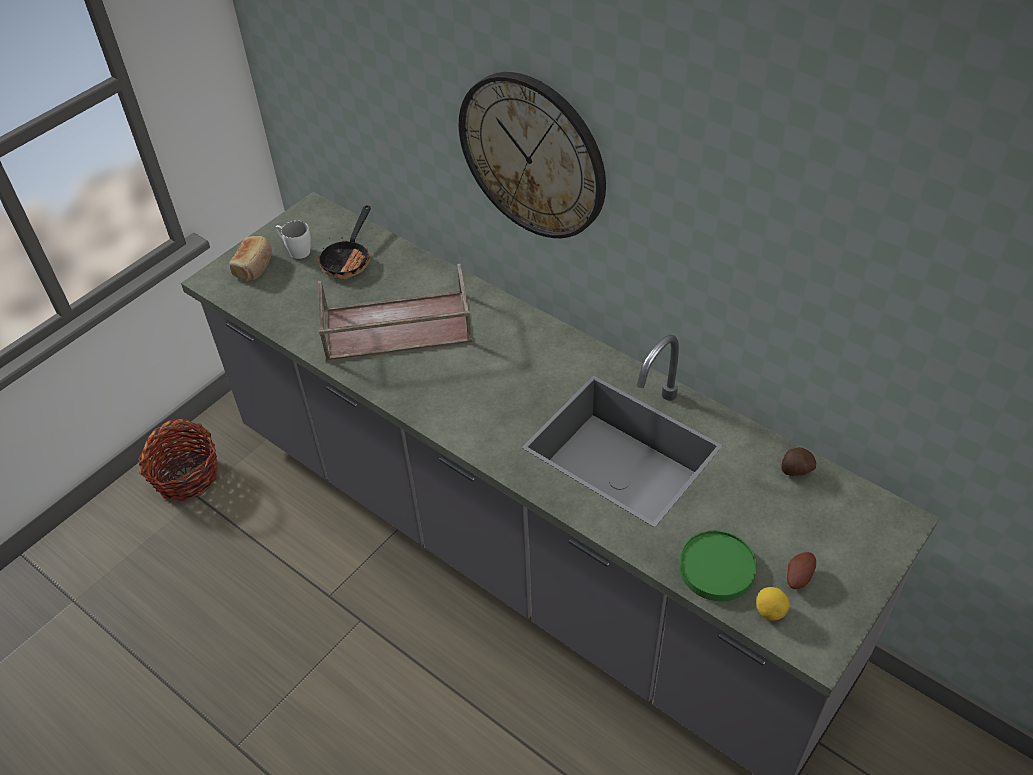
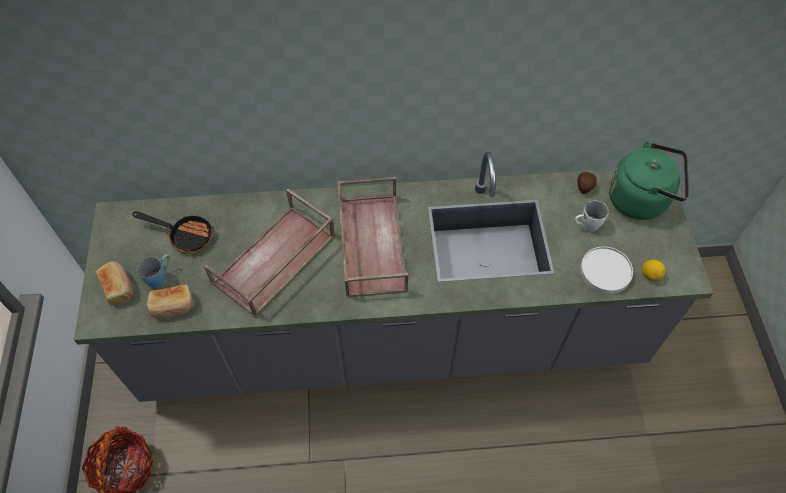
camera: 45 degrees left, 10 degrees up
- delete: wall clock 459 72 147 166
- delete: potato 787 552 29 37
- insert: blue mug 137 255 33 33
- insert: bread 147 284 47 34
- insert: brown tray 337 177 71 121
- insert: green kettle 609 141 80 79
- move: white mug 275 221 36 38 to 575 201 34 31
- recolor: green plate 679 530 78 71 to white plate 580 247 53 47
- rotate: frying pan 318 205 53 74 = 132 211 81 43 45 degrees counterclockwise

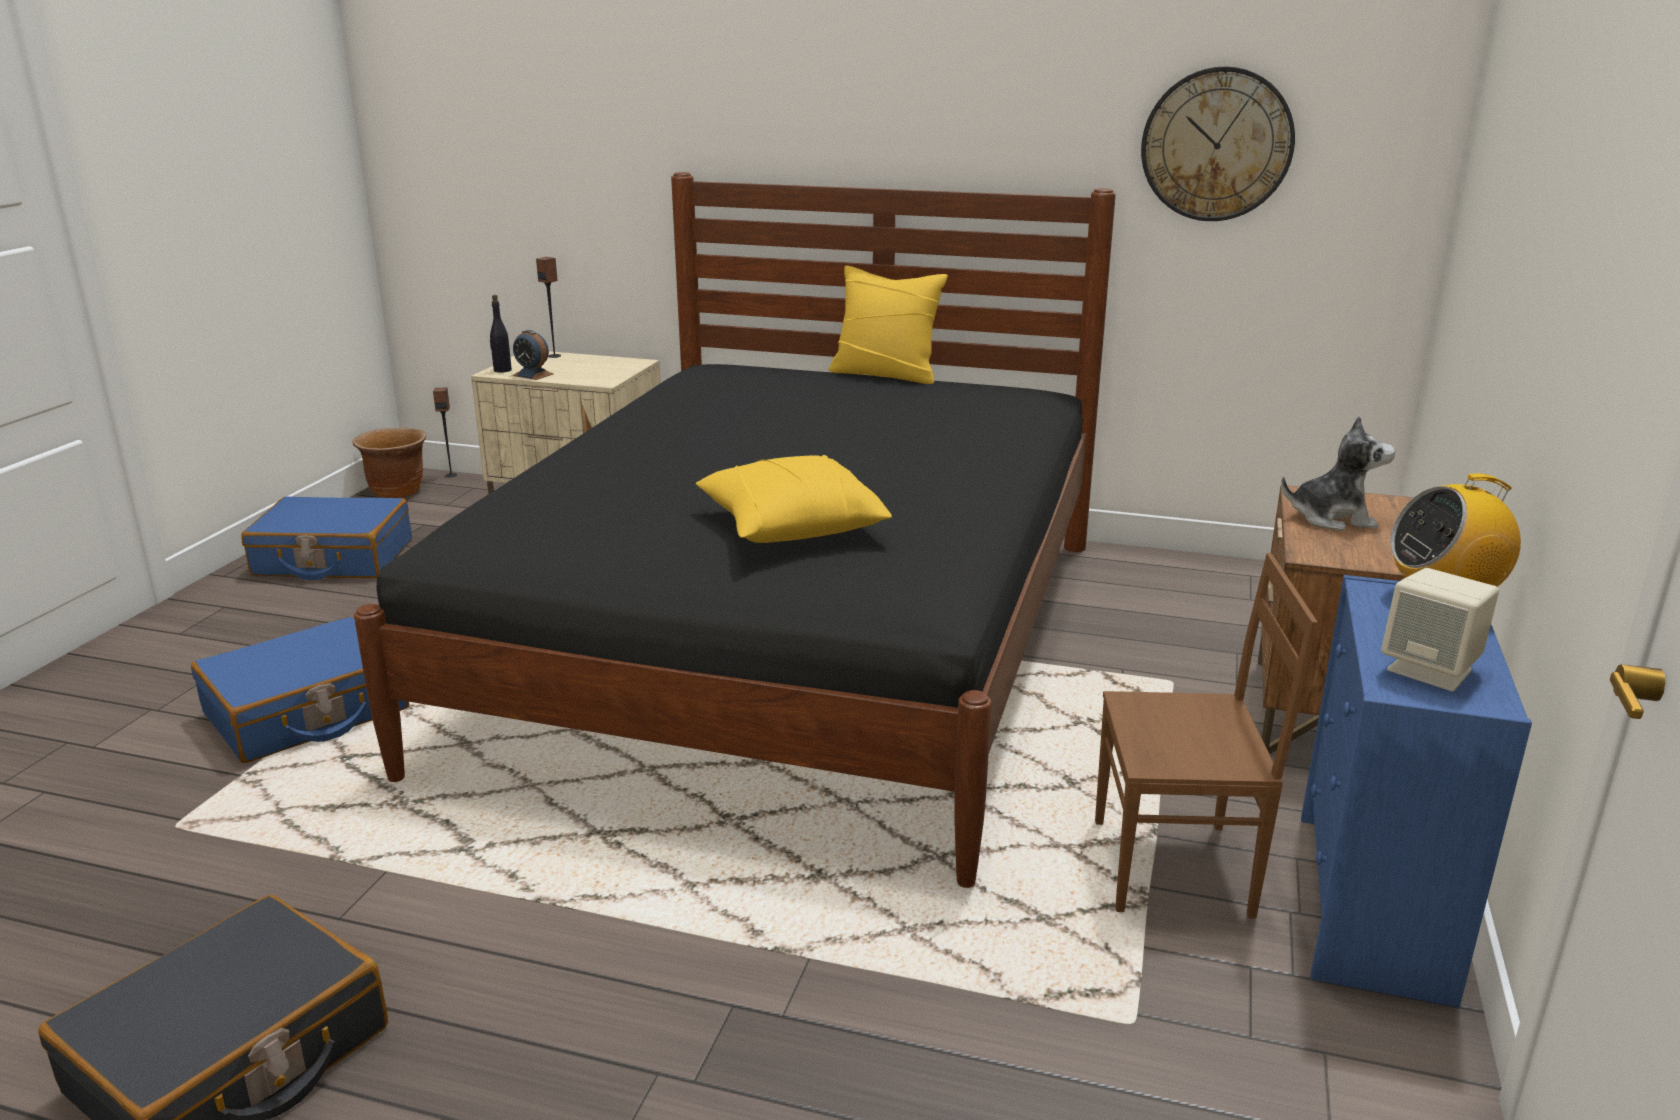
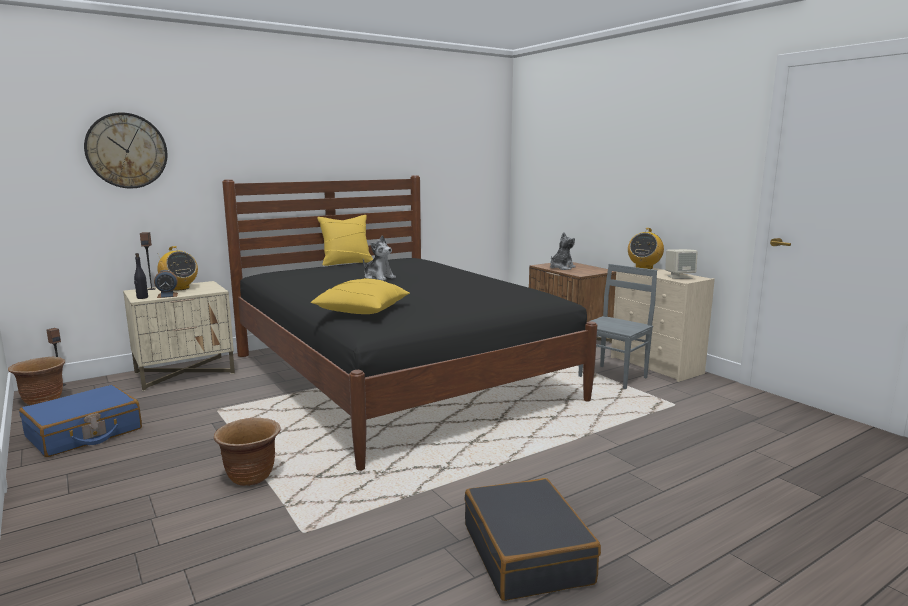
camera: 50 degrees left, 10 degrees down
- insert: radio 157 246 41 45
- insert: plush toy 363 235 33 46
- move: yellow pillow 696 455 196 88 to 310 278 100 36
- move: wall clock 1141 66 154 155 to 84 112 84 77
- replace: blue suitcase 191 617 218 146 to brown planter 214 418 67 68
- recolor: brown chair 1095 553 223 366 to grey chair 579 264 78 125
- recolor: blue dresser 1301 575 231 433 to beige dresser 611 266 104 116

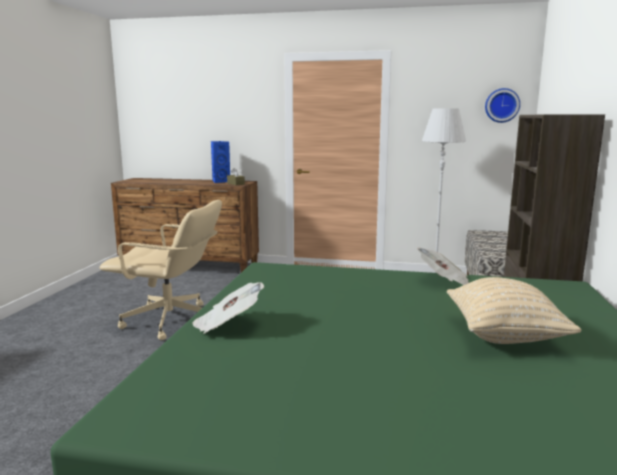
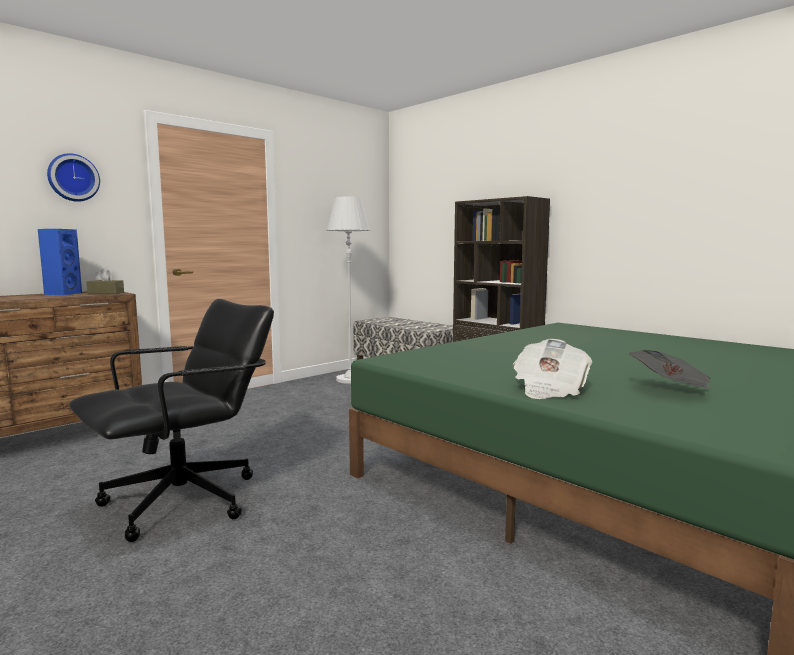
camera: 55 degrees left, 5 degrees down
- delete: beige pillow 447 277 134 67
- move: newspaper 417 247 52 38 to 629 350 83 38
- move: wall clock 485 88 35 35 to 47 153 53 49
- recolor: beige office chair 99 200 123 140 to black office chair 69 299 205 243

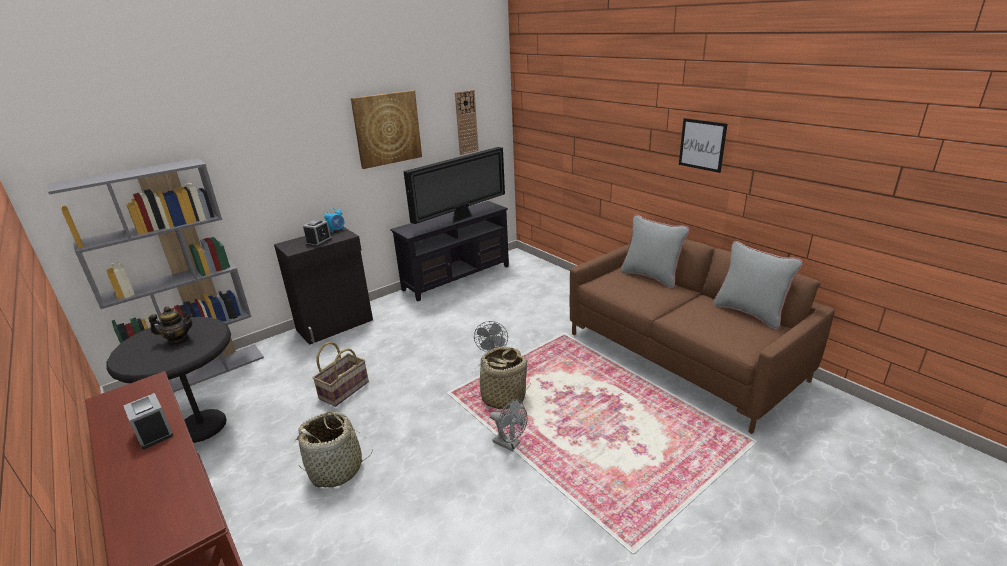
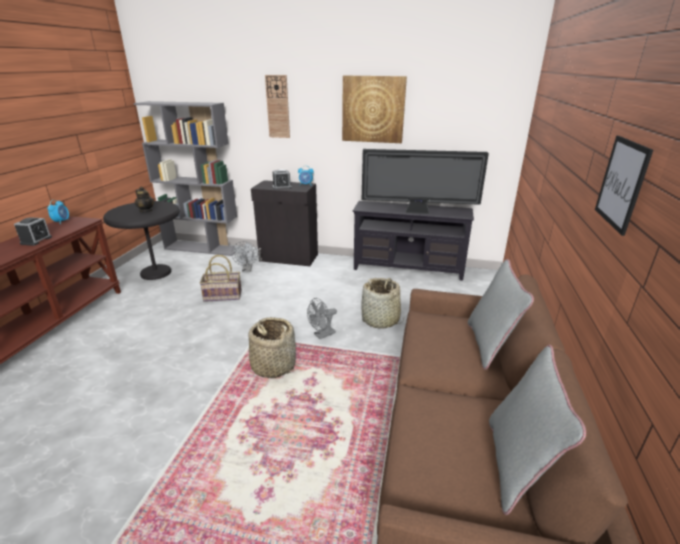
camera: 50 degrees right, 0 degrees up
- insert: alarm clock 47 200 22 24
- move: basket 295 412 77 75 to 362 278 42 51
- move: wall clock 455 90 24 65 to 265 75 25 63
- move: grey fan 489 399 38 52 to 231 241 27 31

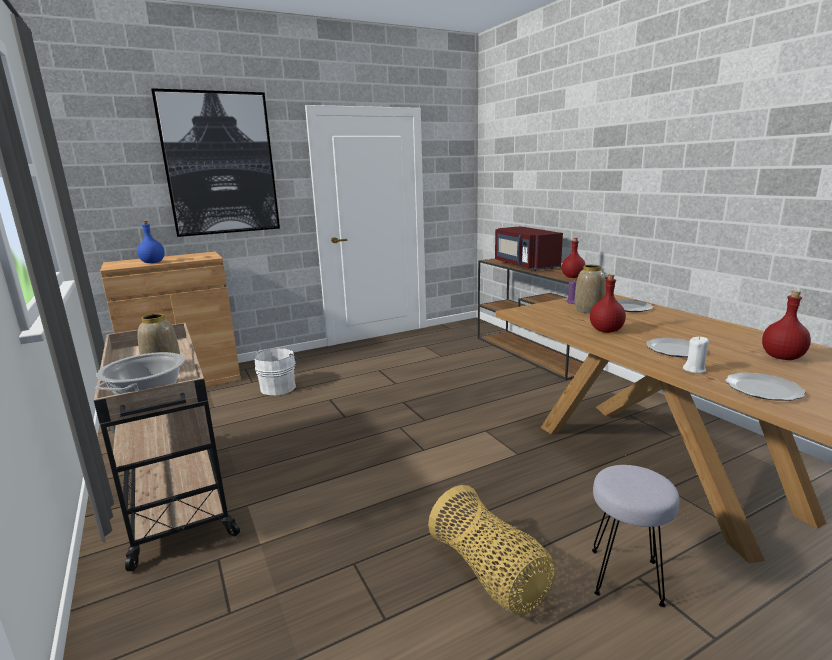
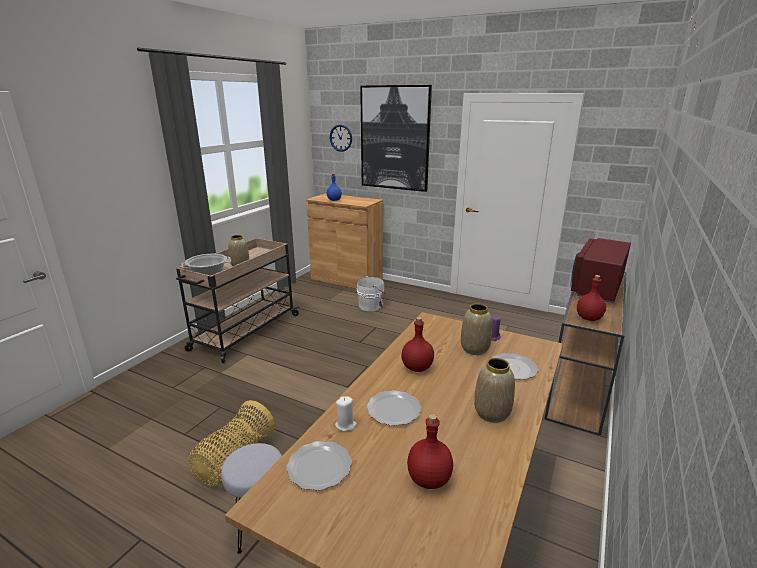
camera: 55 degrees right, 5 degrees up
- insert: wall clock 330 124 22 28
- insert: vase 474 358 41 65

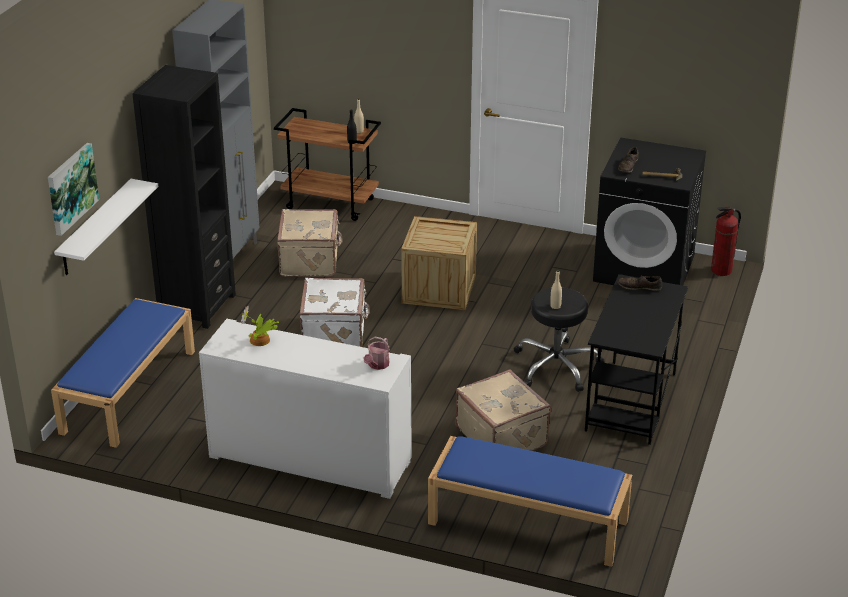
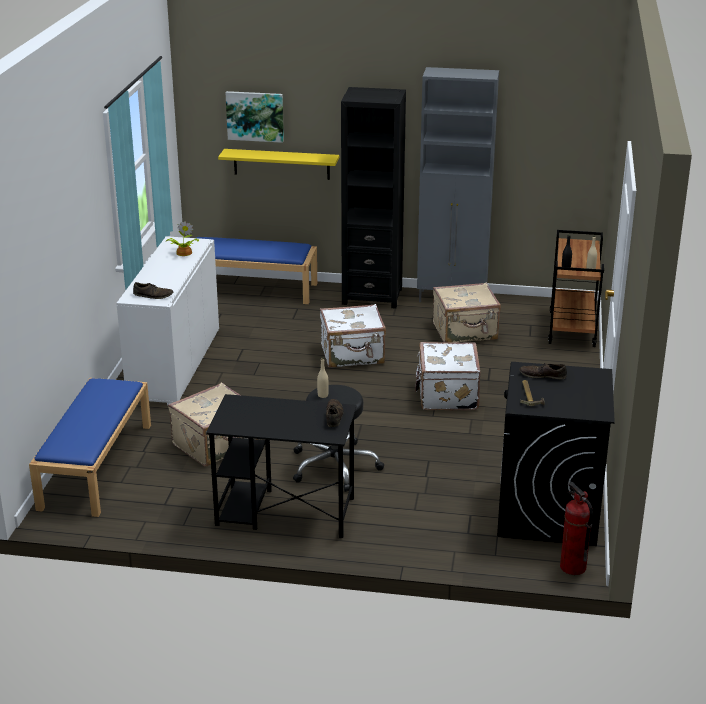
camera: 80 degrees right, 5 degrees down
- replace: watering can 364 337 26 33 to brown shoe 133 282 40 17
- replace: crate 401 216 76 94 to white suitcase 415 342 66 68
- recolor: white shelf 54 179 104 96 to yellow shelf 218 149 121 31

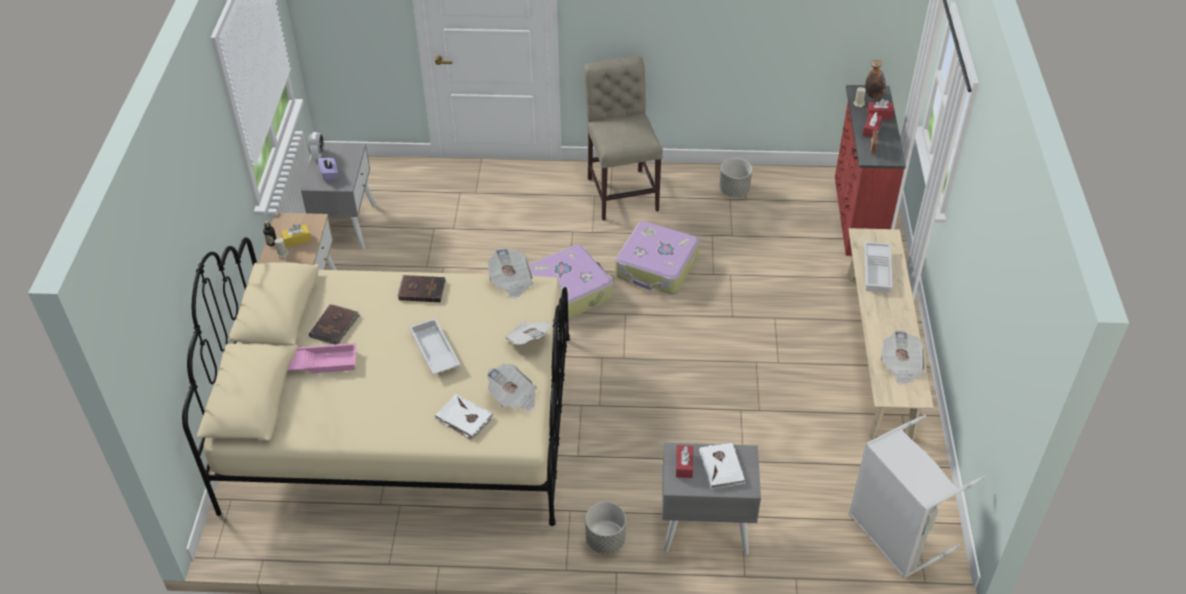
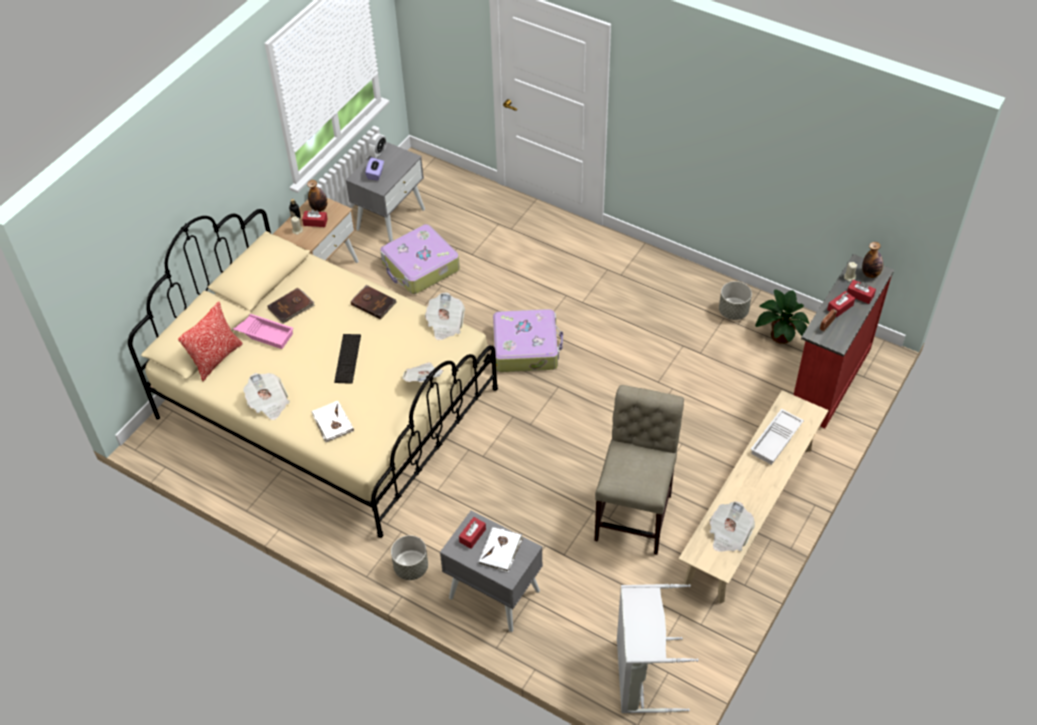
camera: 30 degrees right, 5 degrees up
- insert: pillow 178 302 65 79
- insert: bottle 307 180 20 32
- insert: potted plant 755 290 54 54
- move: newspaper 487 364 50 47 to 243 373 47 47
- move: beige chair 584 56 79 164 to 594 385 90 170
- move: suitcase 615 221 84 74 to 380 224 80 70
- replace: white tray 409 318 52 56 to keyboard 334 334 27 50
- recolor: yellow tissue box 281 224 30 24 to red tissue box 302 209 25 18

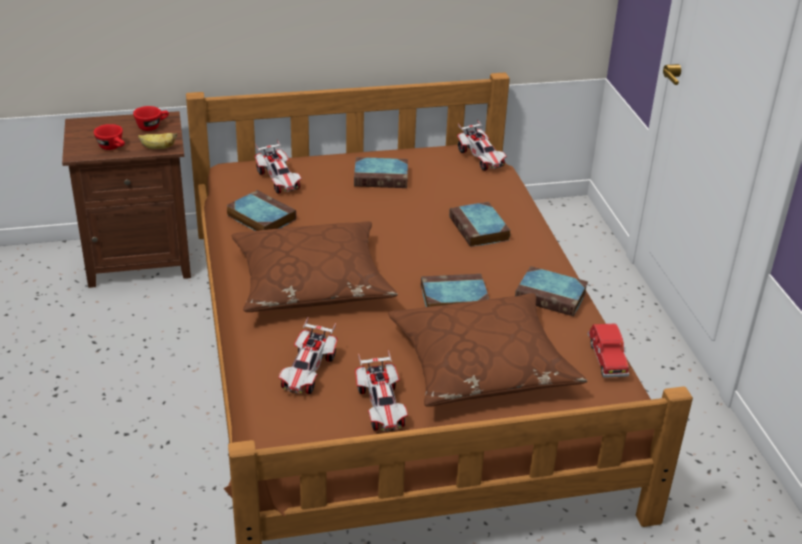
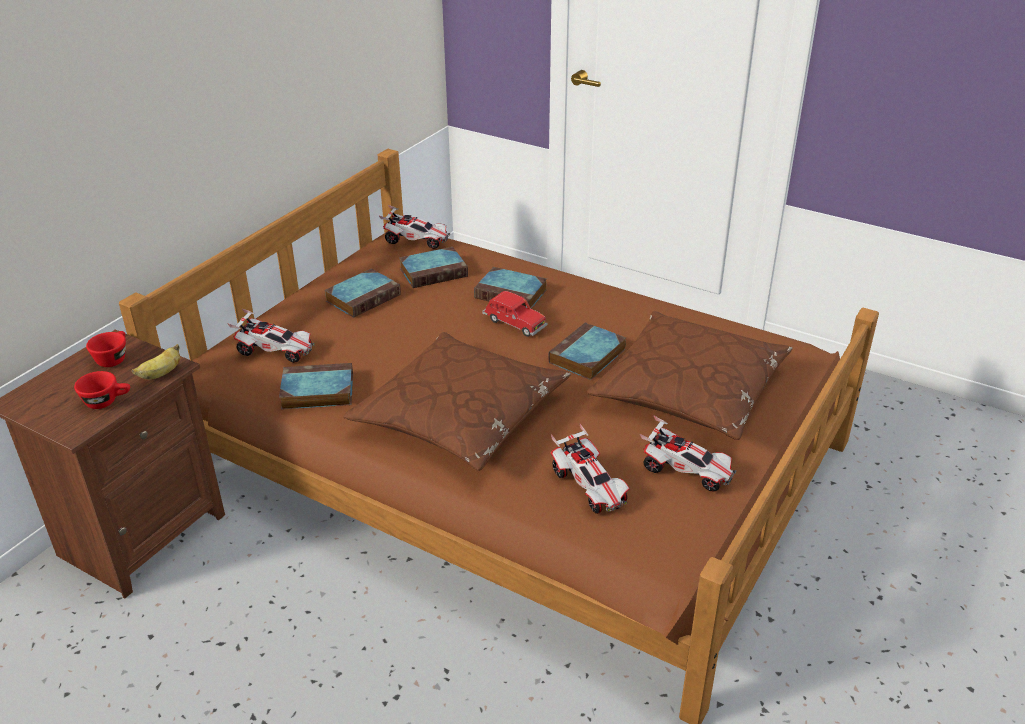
camera: 45 degrees left, 0 degrees up
- move: book 515 266 73 50 to 399 247 69 41
- move: red toy car 588 324 41 54 to 482 291 65 46

